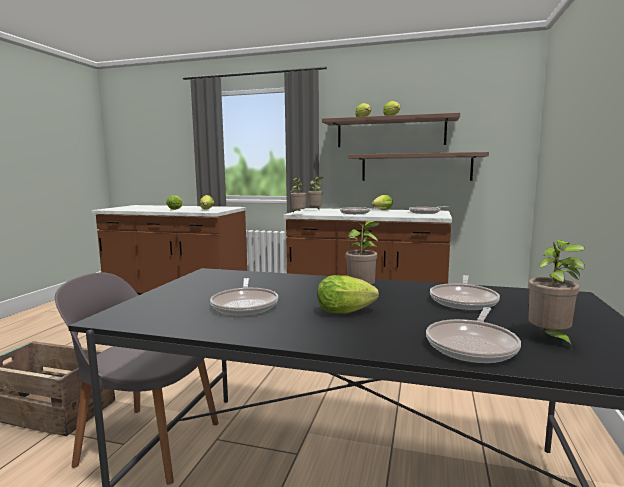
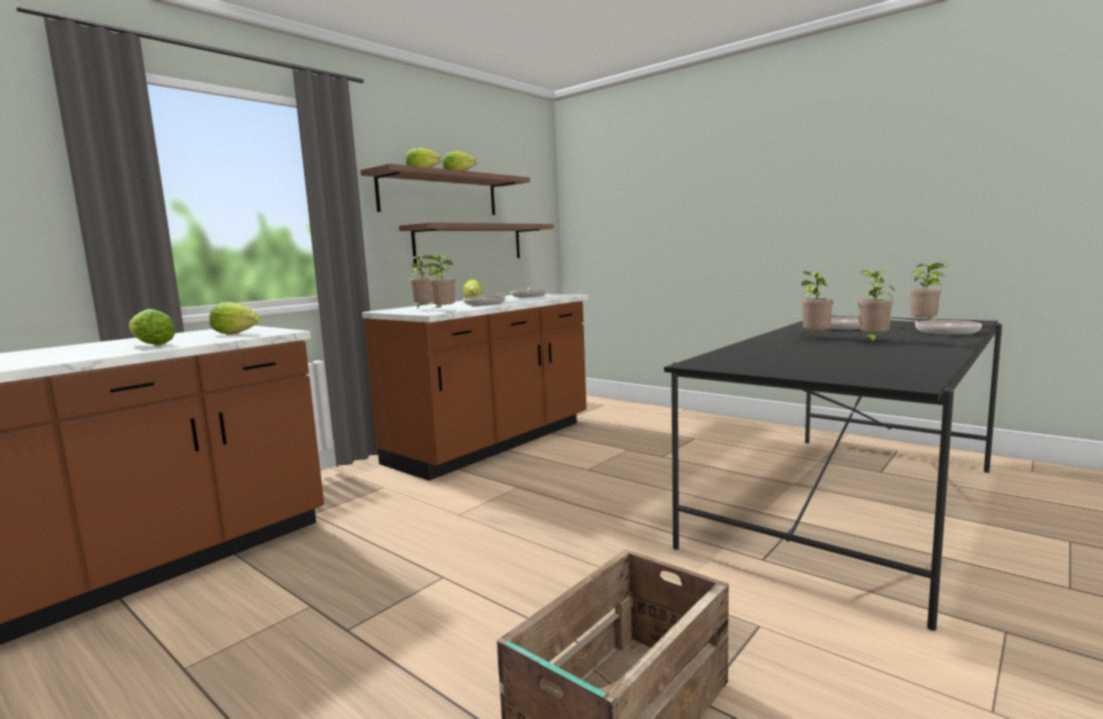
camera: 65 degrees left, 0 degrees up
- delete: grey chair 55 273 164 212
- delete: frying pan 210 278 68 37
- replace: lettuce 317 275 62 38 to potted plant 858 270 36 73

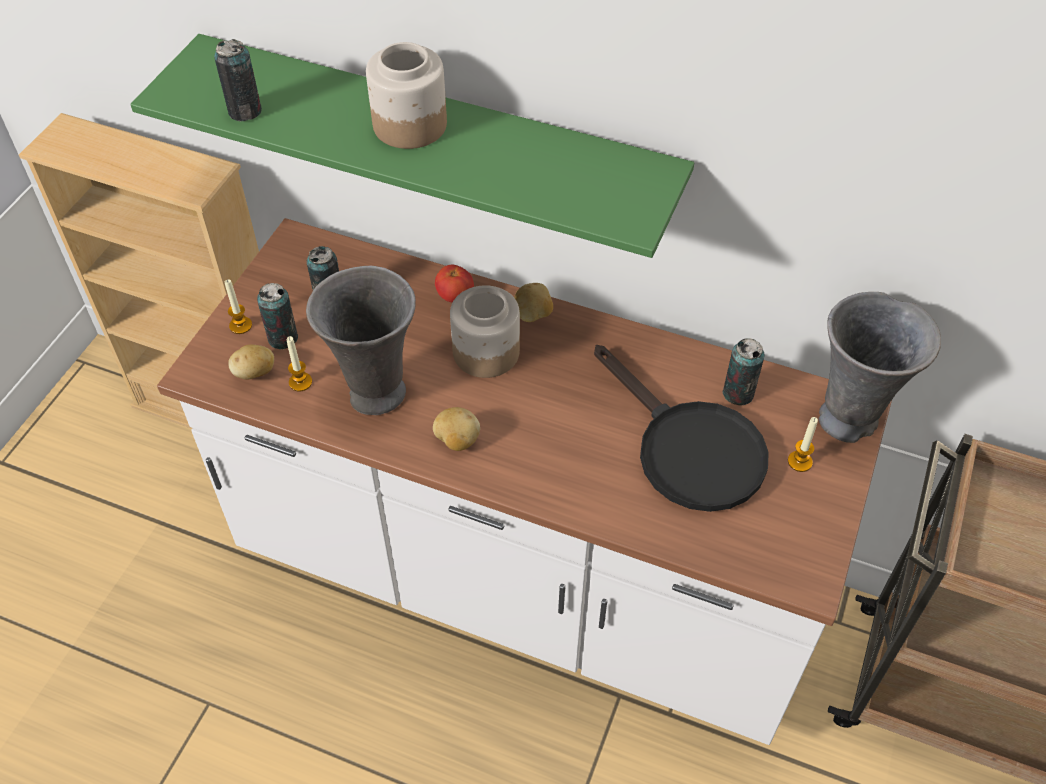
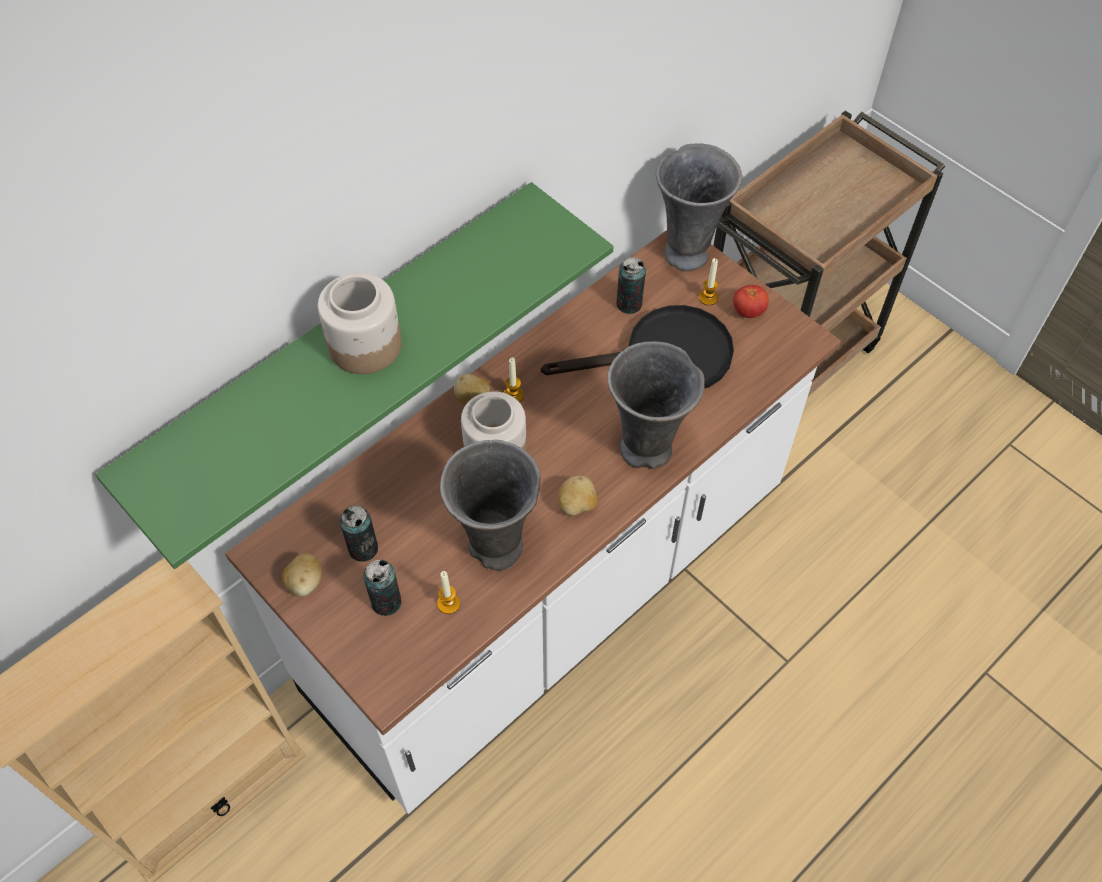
camera: 65 degrees left, 5 degrees up
- delete: can 214 39 48 82
- insert: grey vase 608 341 97 128
- move: candle 225 280 27 54 to 504 358 20 44
- move: potato 228 344 46 36 to 282 553 40 44
- move: tomato 435 265 39 38 to 733 285 36 33

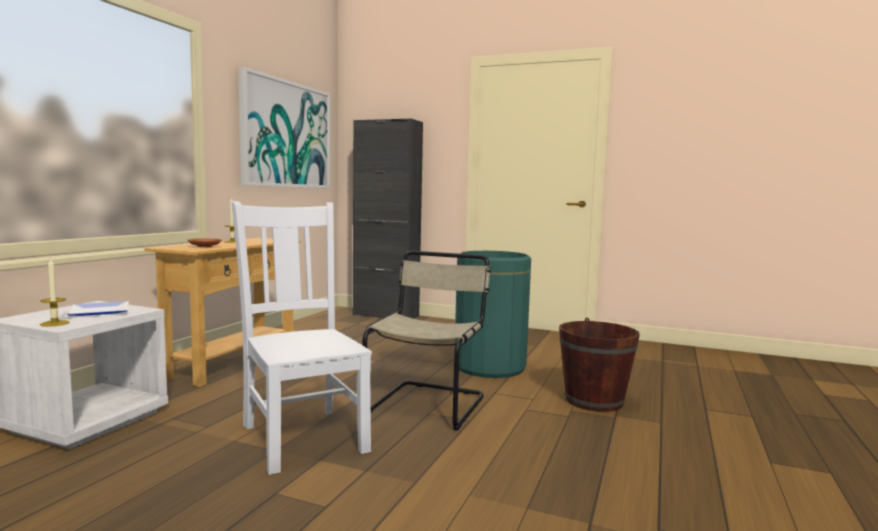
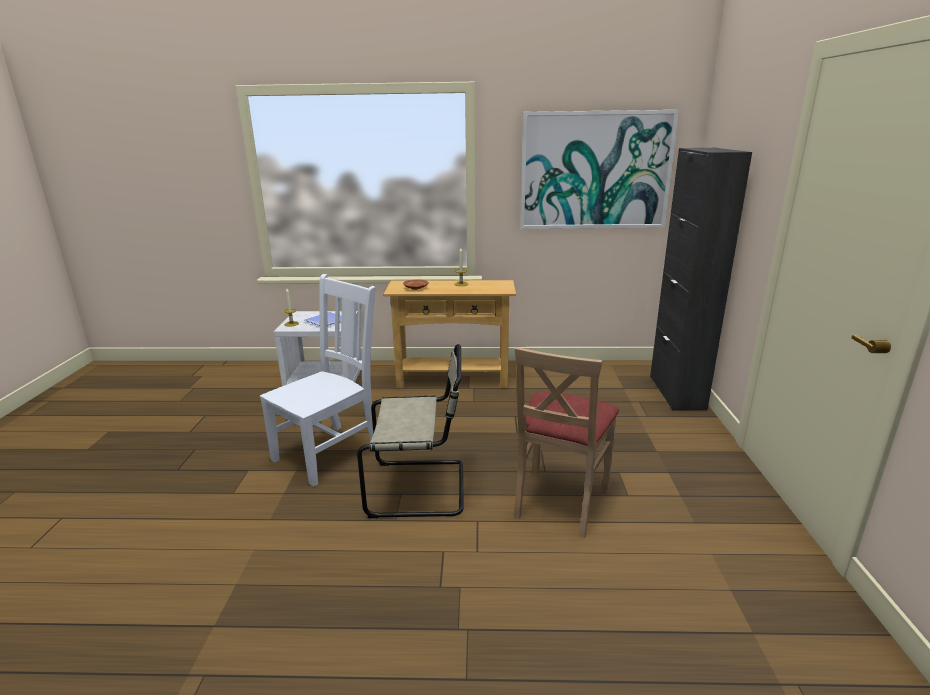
camera: 70 degrees right, 15 degrees up
- delete: brown bucket 559 318 81 94
- replace: green trash can 455 251 76 127 to beige chair 514 347 105 191

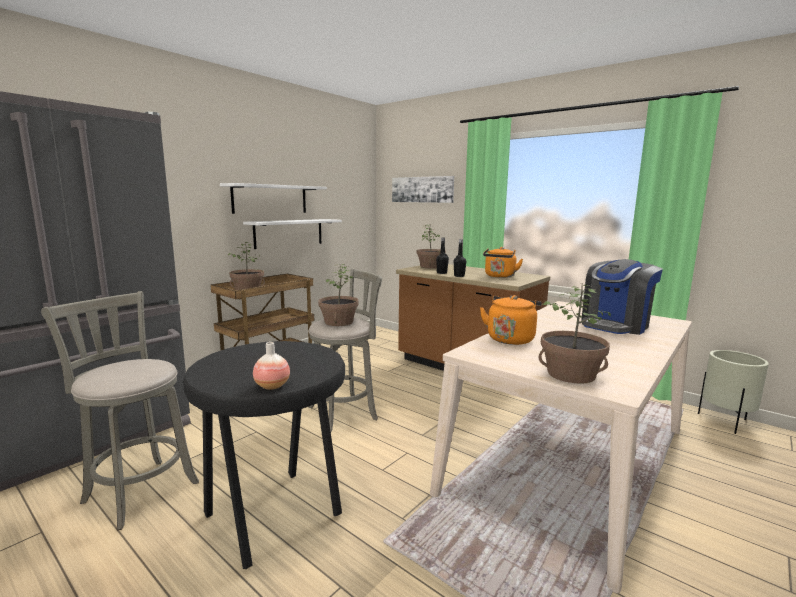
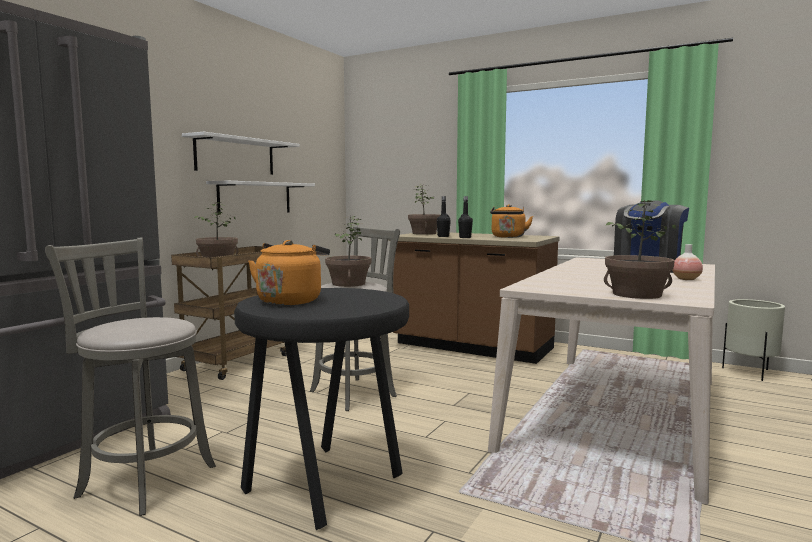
camera: 10 degrees left, 5 degrees down
- delete: picture 392 176 62 27
- move: vase 253 342 37 48 to 672 244 31 36
- move: orange kettle 480 295 62 50 to 248 240 82 65

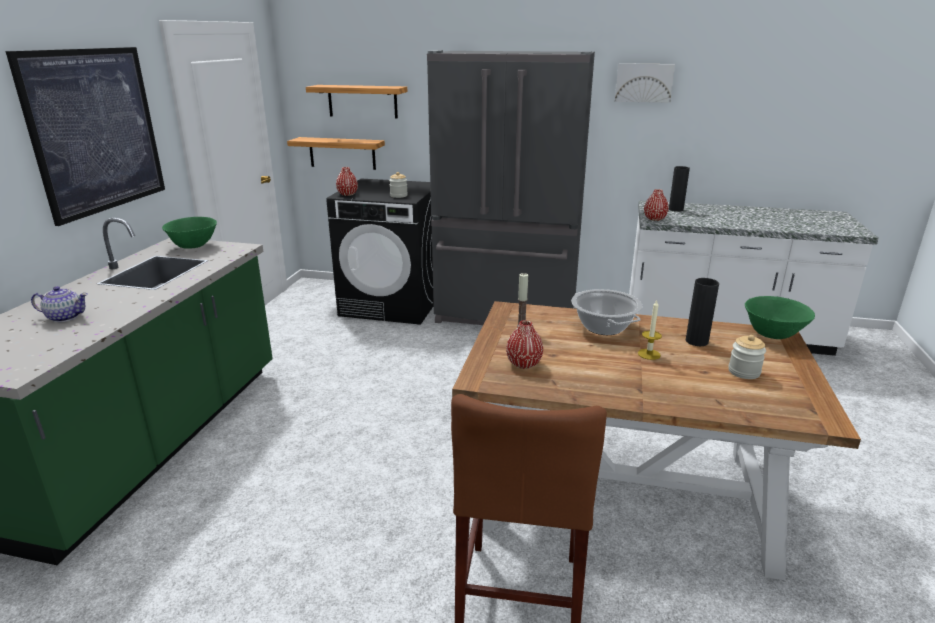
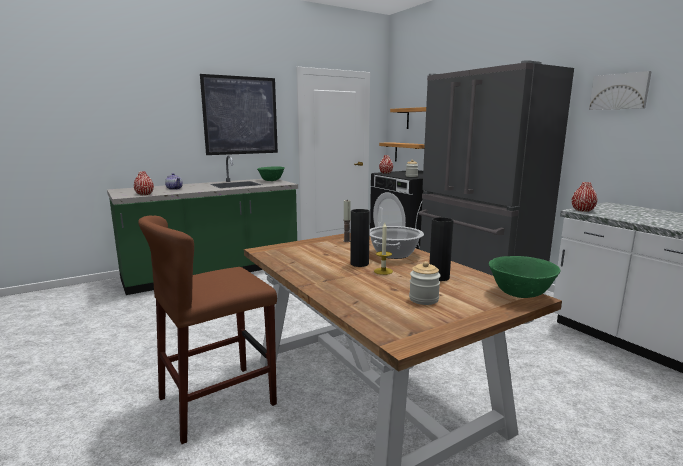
camera: 45 degrees right, 10 degrees down
- move: red vase 506 320 37 49 to 134 171 20 24
- move: black vase 669 166 21 46 to 350 209 20 58

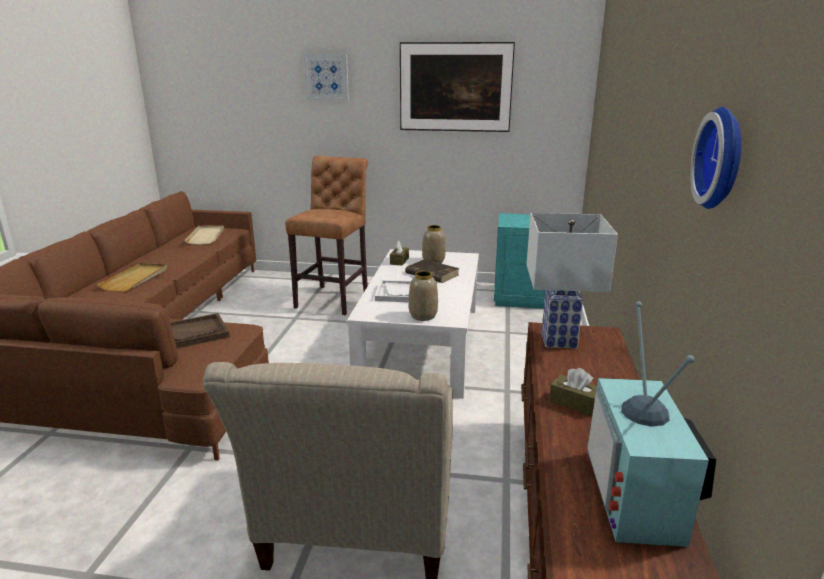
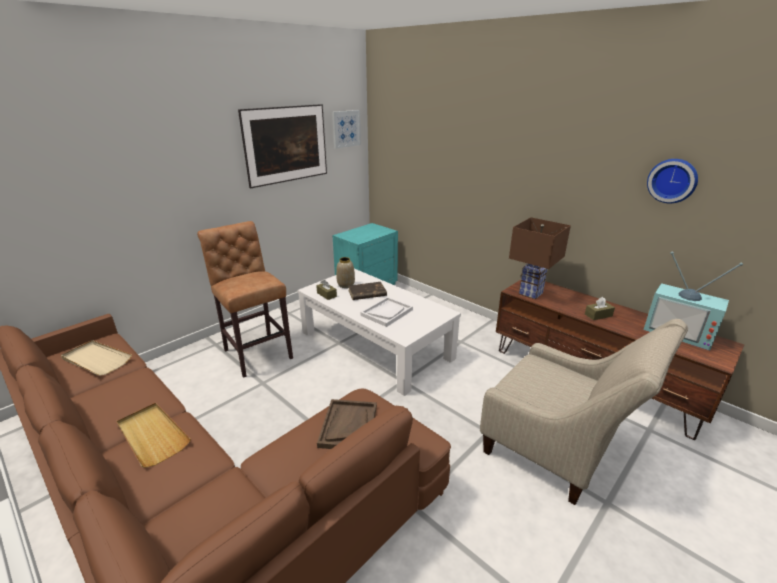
camera: 55 degrees left, 5 degrees up
- delete: vase 409 271 29 50
- move: picture 304 54 45 46 to 332 110 29 39
- recolor: white table lamp 526 213 92 136 to brown table lamp 509 217 62 82

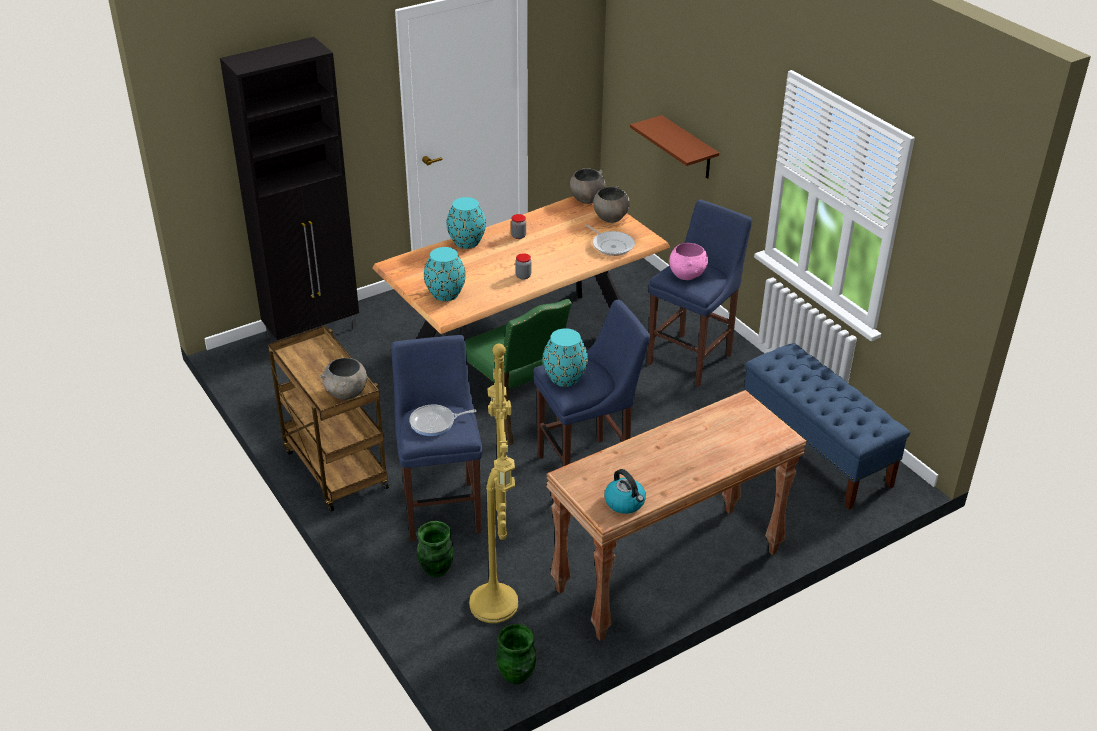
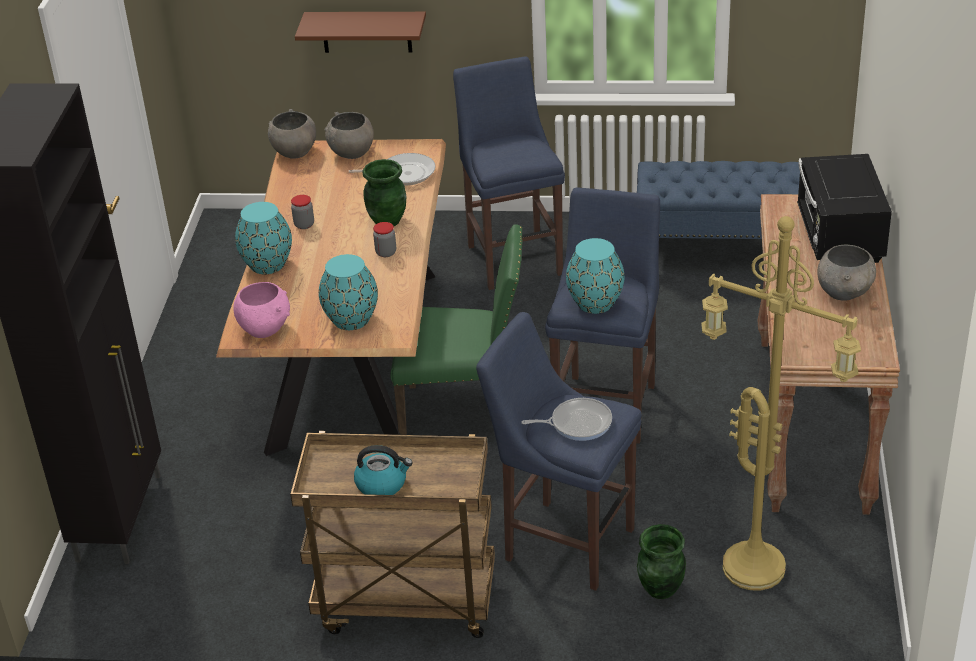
camera: 50 degrees left, 0 degrees up
- insert: black microwave 797 154 95 109
- move: grey bowl 320 358 47 42 to 817 245 59 56
- move: green vase 496 624 40 60 to 363 159 43 67
- move: kettle 604 469 42 45 to 354 445 59 50
- move: pink bowl 669 243 39 37 to 233 282 57 56
- rotate: frying pan 409 404 67 32 = 521 398 91 43 120 degrees counterclockwise

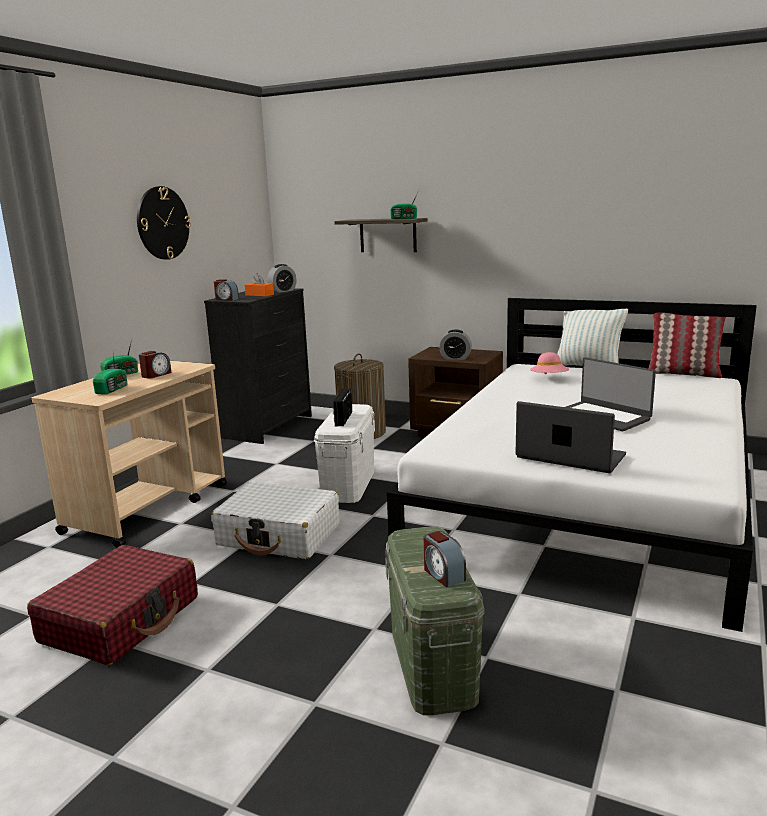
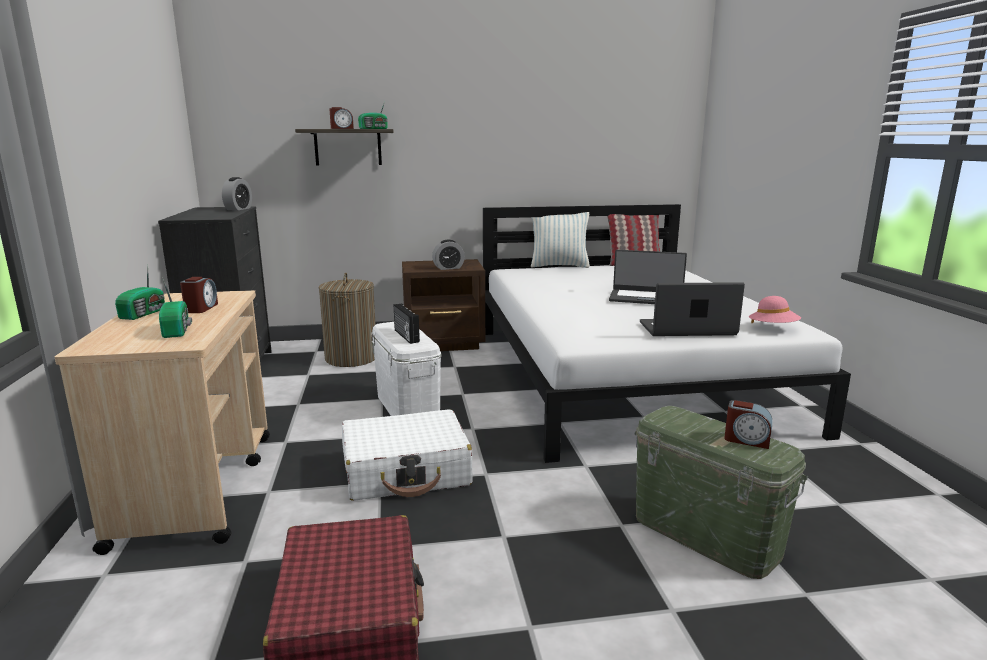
camera: 35 degrees left, 0 degrees up
- delete: wall clock 137 186 54 74
- delete: orange tissue box 245 273 29 24
- move: alarm clock 214 280 25 21 to 329 107 25 22
- move: pink hat 530 352 39 22 to 749 296 52 27

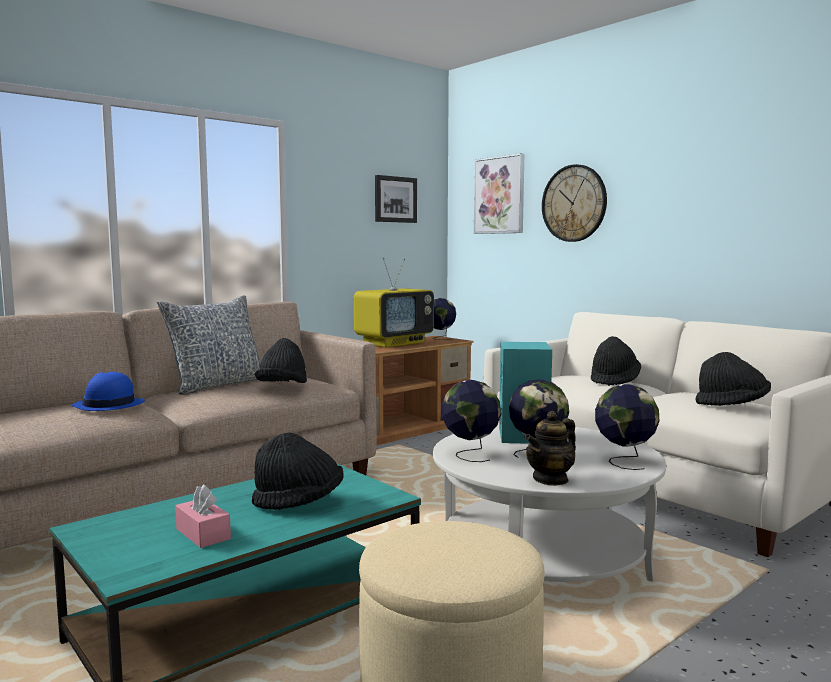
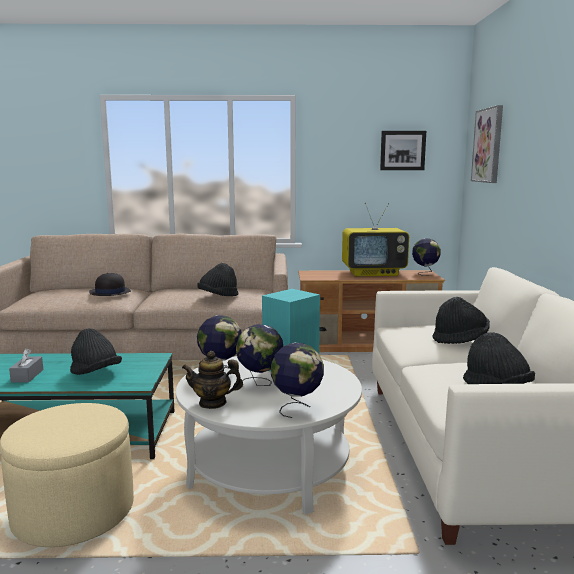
camera: 40 degrees right, 5 degrees up
- delete: pillow 157 295 104 100
- delete: wall clock 542 164 65 78
- recolor: blue hat 71 372 74 39 to black hat 89 273 42 23
- recolor: pink tissue box 175 485 56 63 to grey tissue box 9 348 34 34

